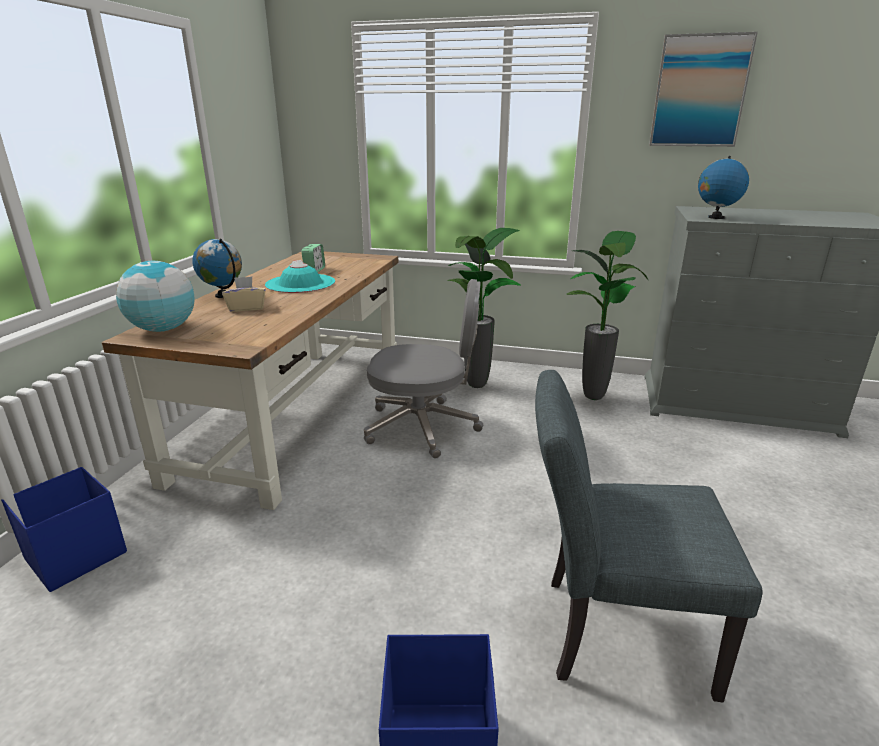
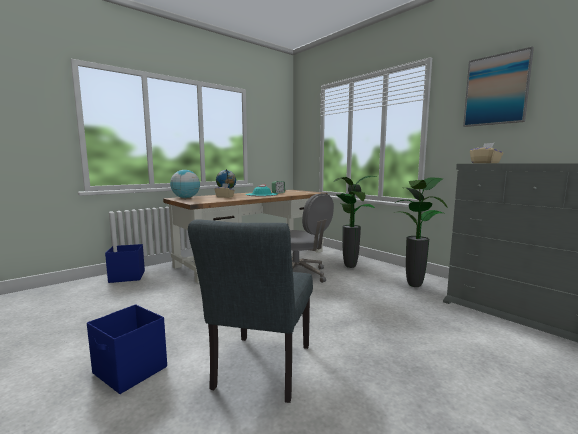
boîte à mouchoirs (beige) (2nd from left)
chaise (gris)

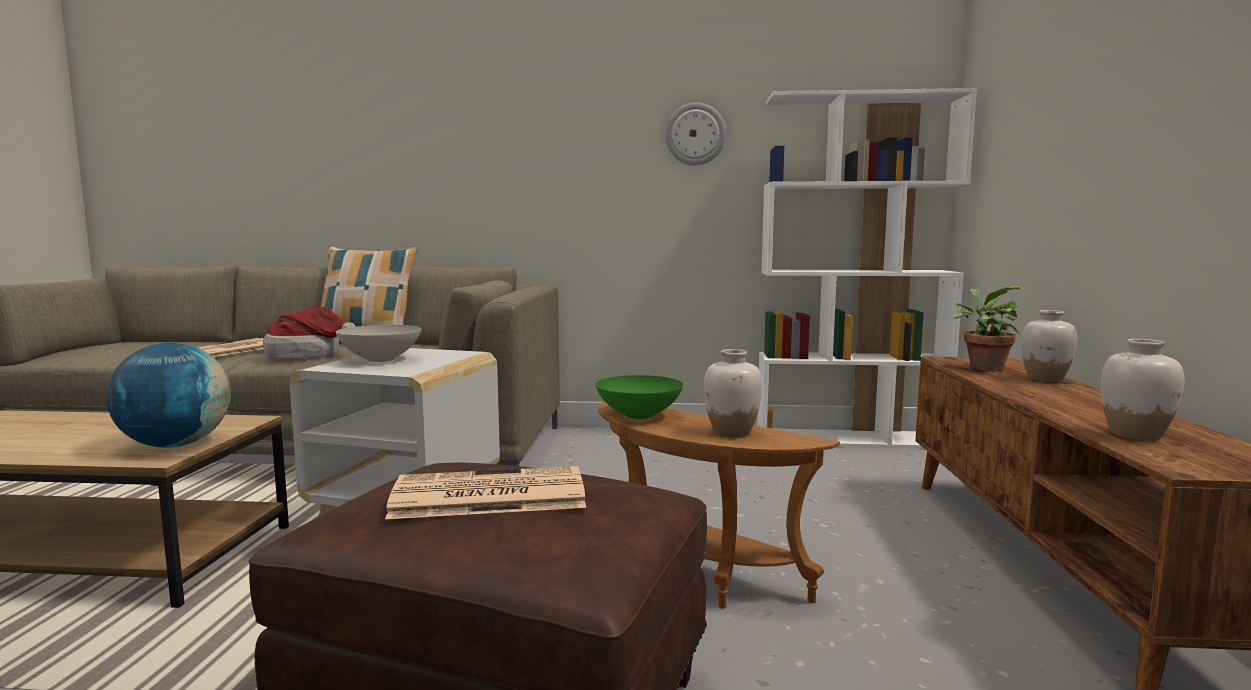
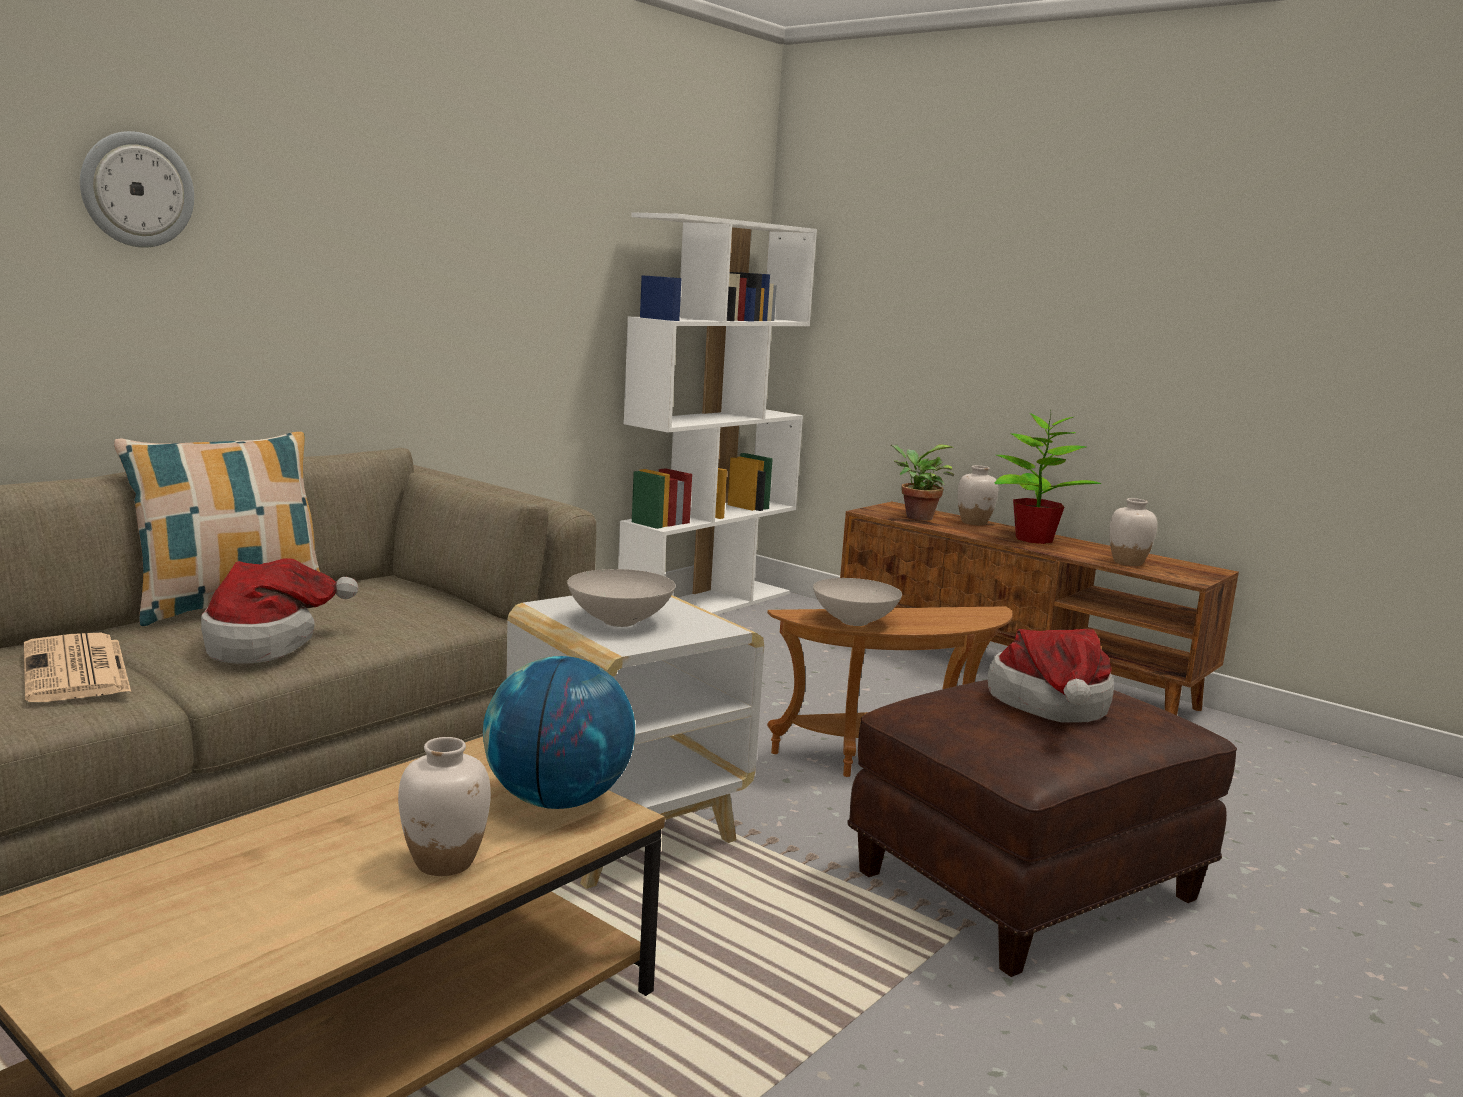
plante en pot (2nd from left)
horloge murale
vase (blanc) (1st from left)
chapeau (2nd from left)
bol (blanc) (2nd from left)

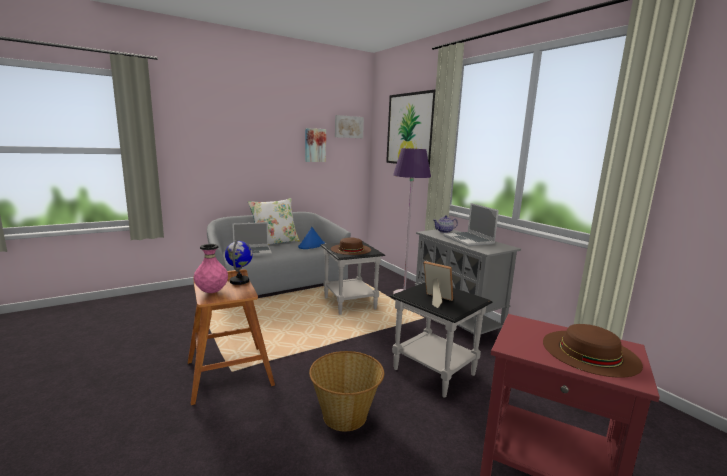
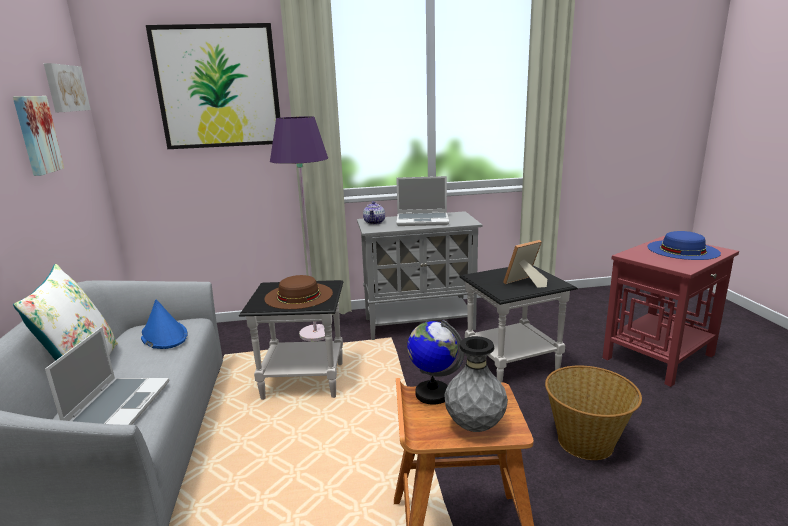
vase (gris)
chapeau (bleu) (2nd from left)

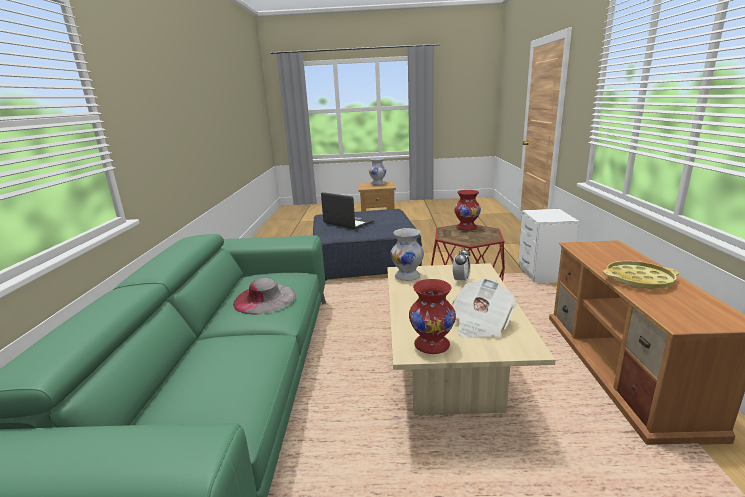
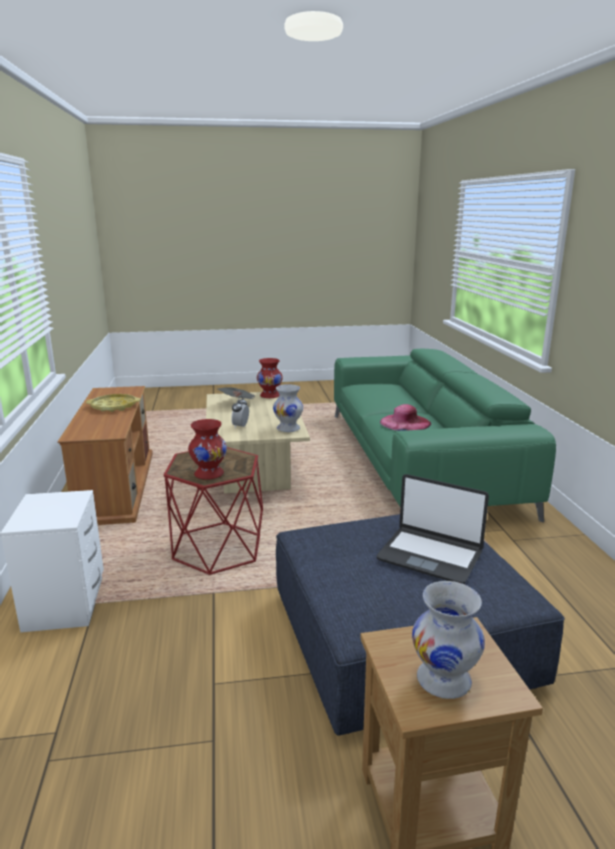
chapeau (rose)

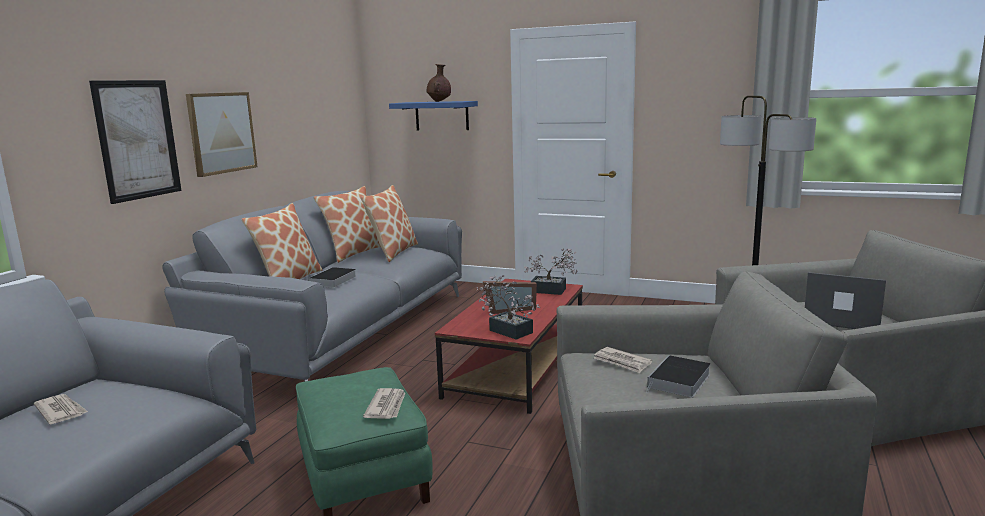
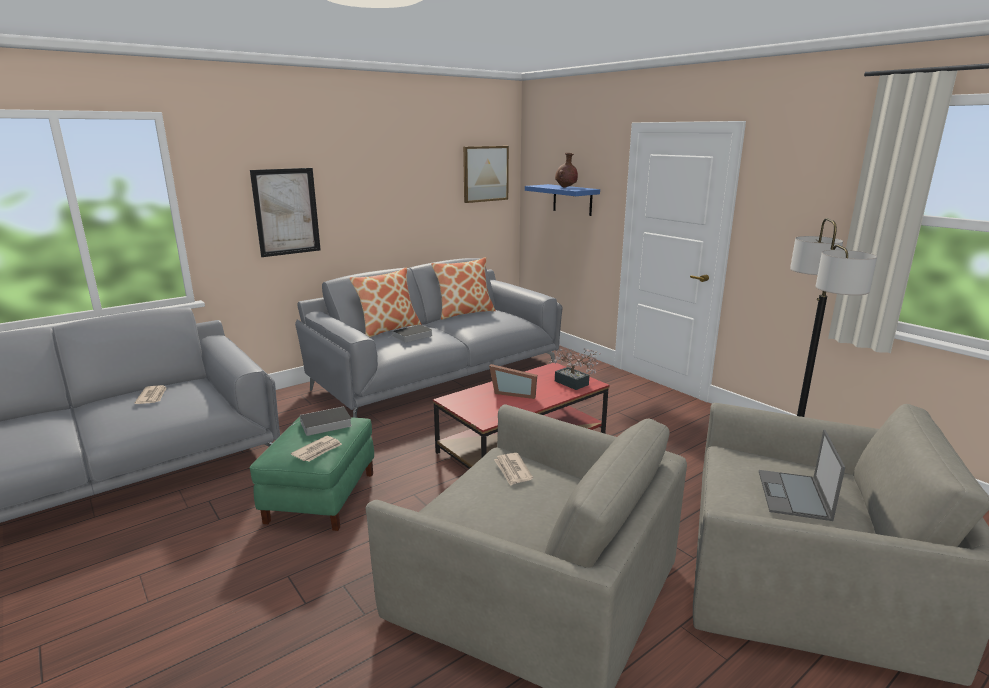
coussin (3rd from left in the first image)
plante en pot (1st from left in the first image)
tableau (2nd from left)
livre (1st from left)
ordinateur portable

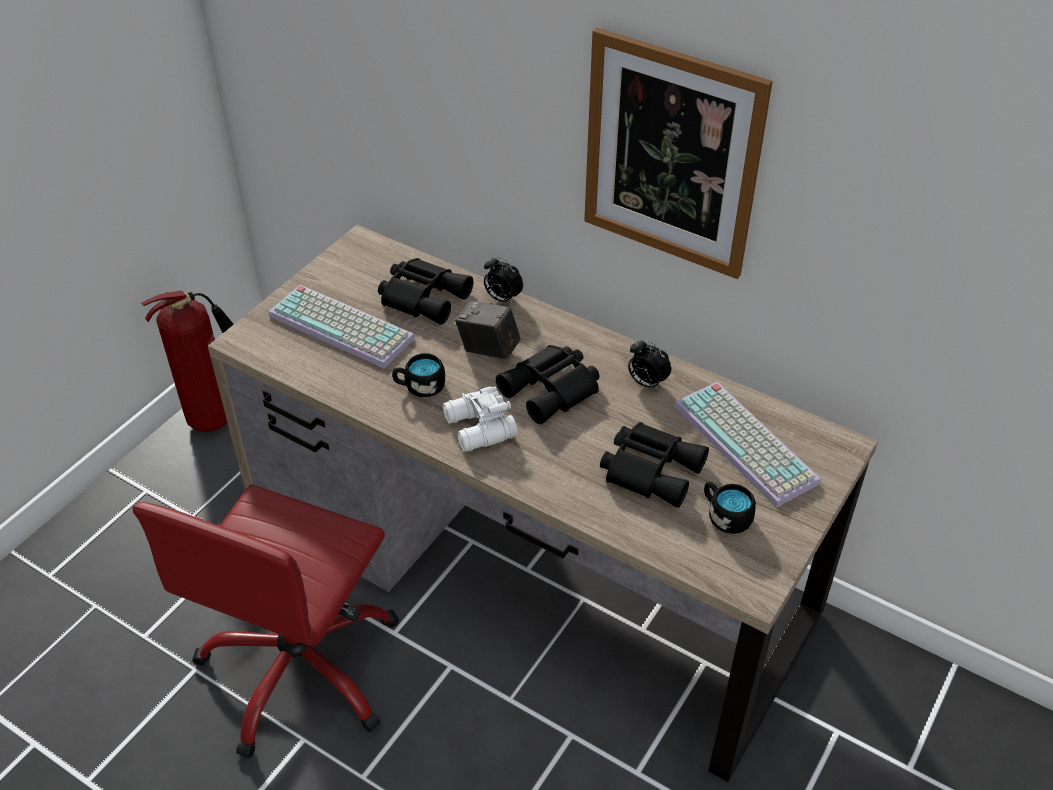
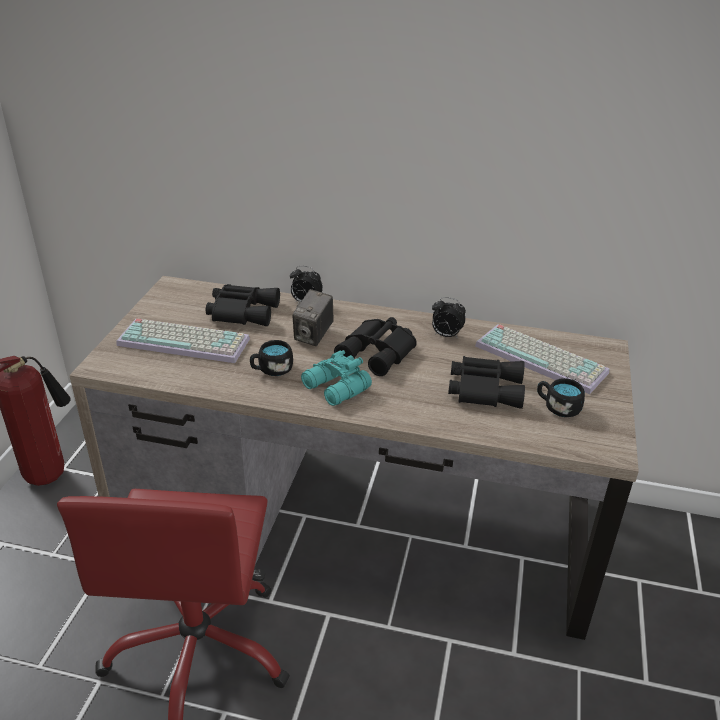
tableau
jumelles (turquoise)
appareil photo

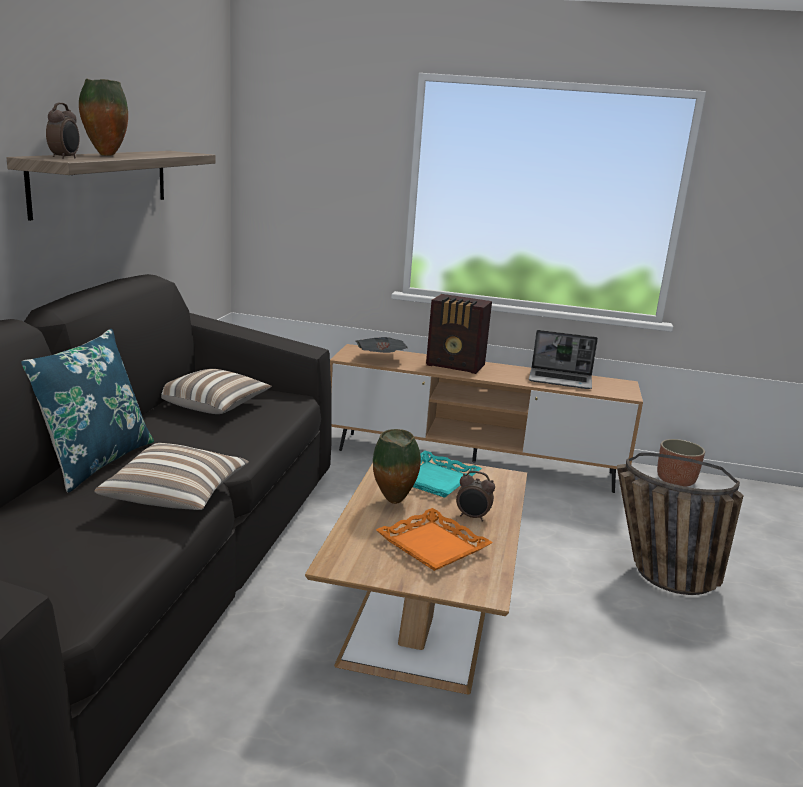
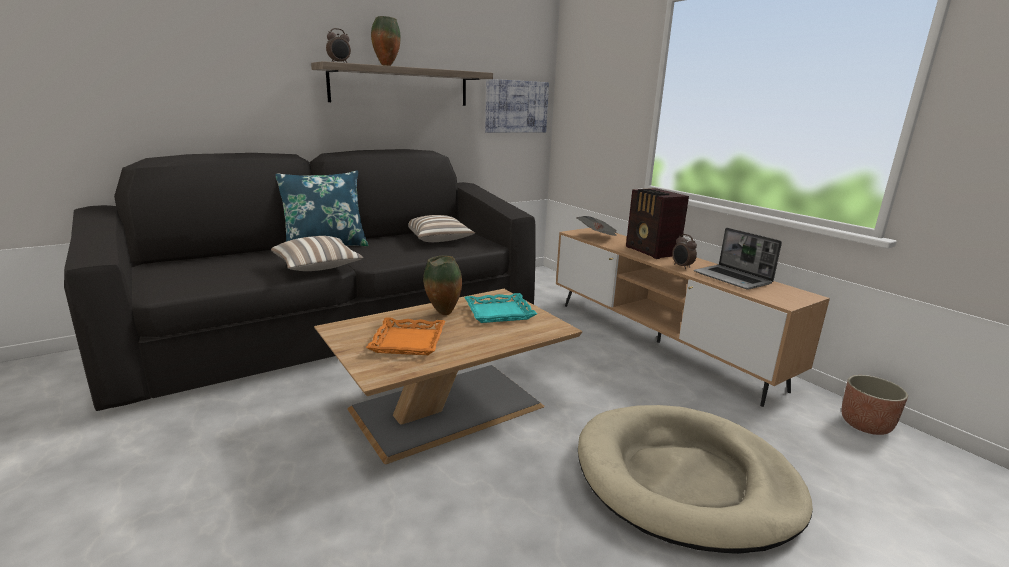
tableau
réveil (2nd from left)
panier pour chien (beige)

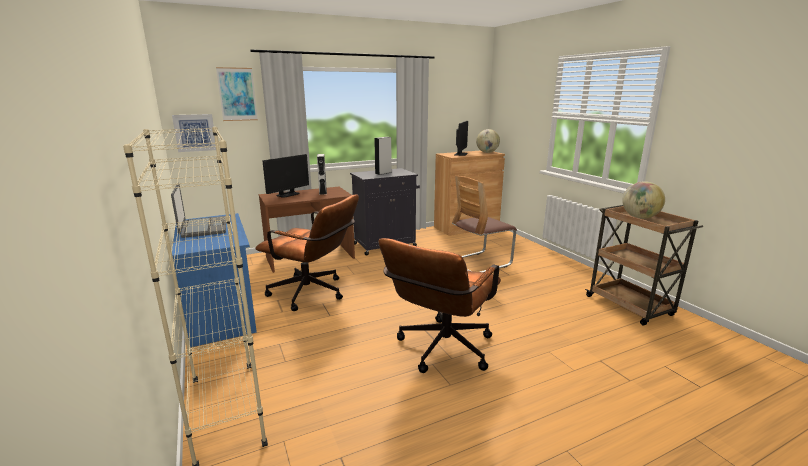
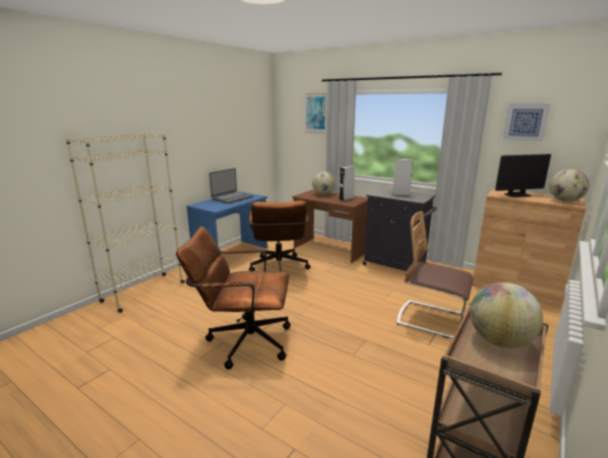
tableau (2nd from left)
globe (1st from left)

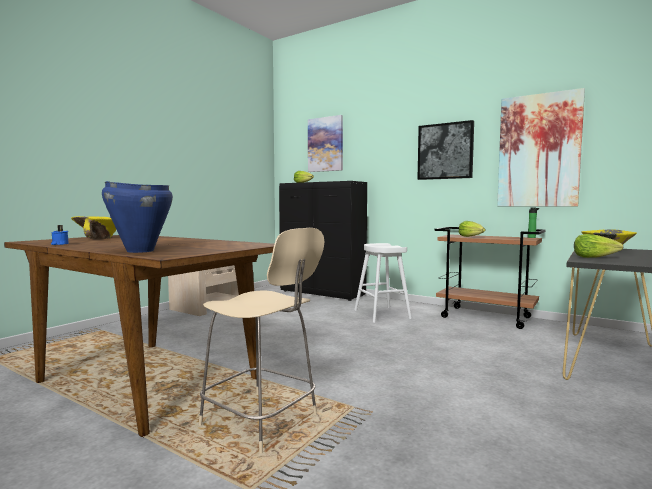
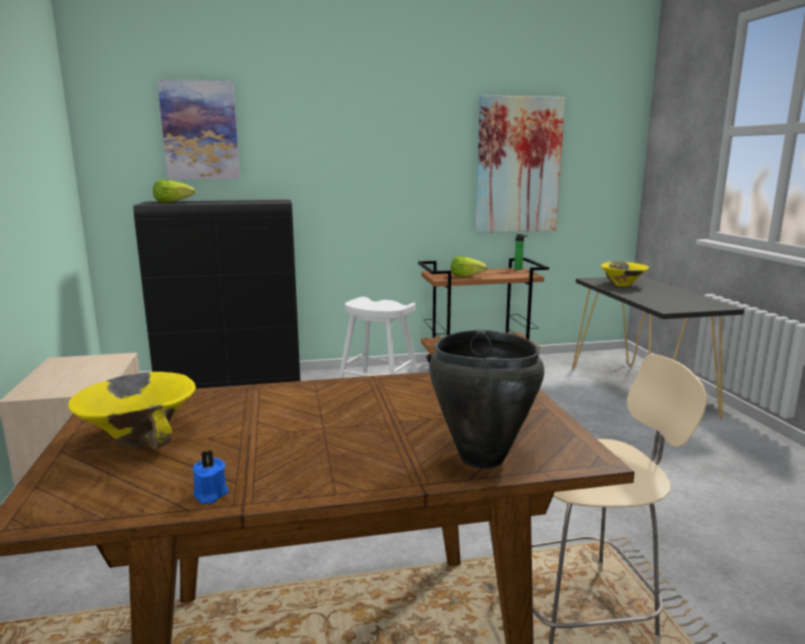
tableau (2nd from left in the first image)
laitue (3rd from left in the first image)
marmite (noir)

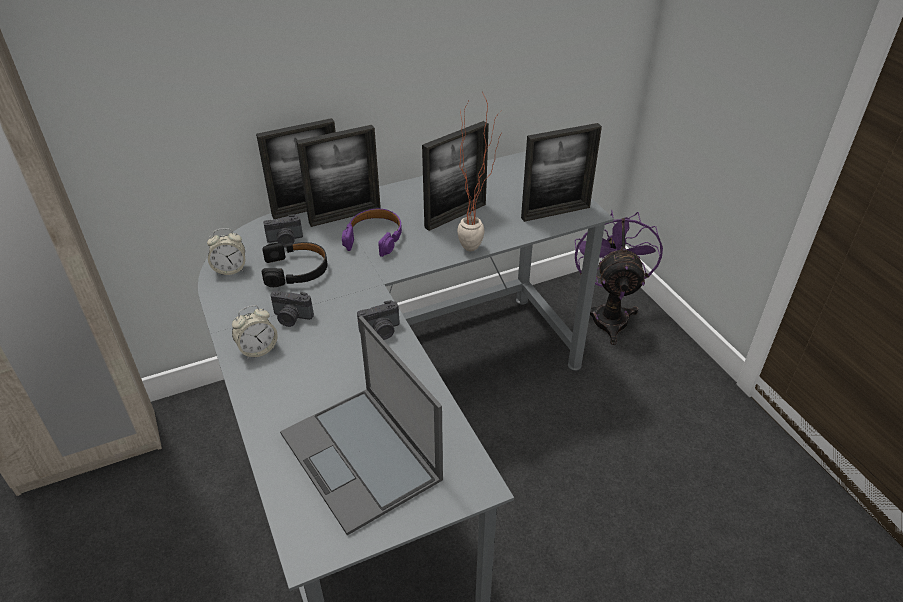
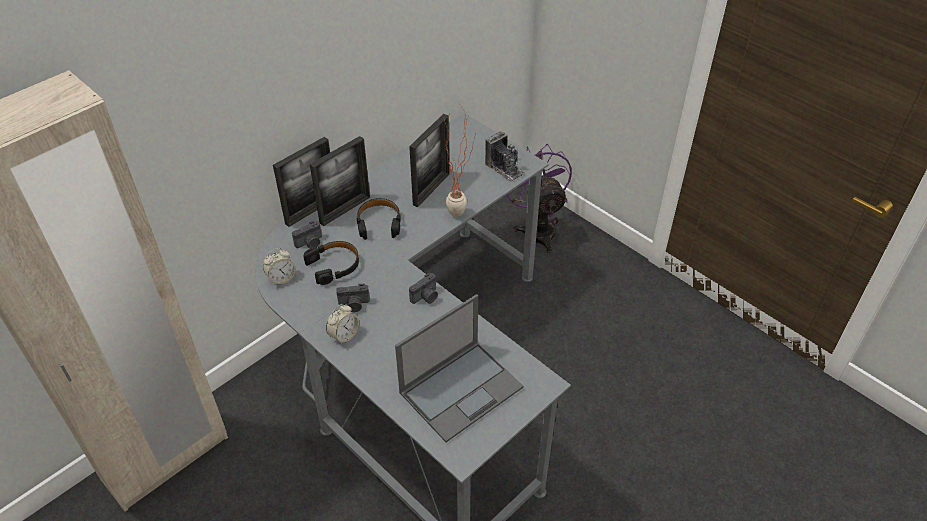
appareil photo (4th from left)
casque audio (noir) (2nd from left)
ordinateur portable

